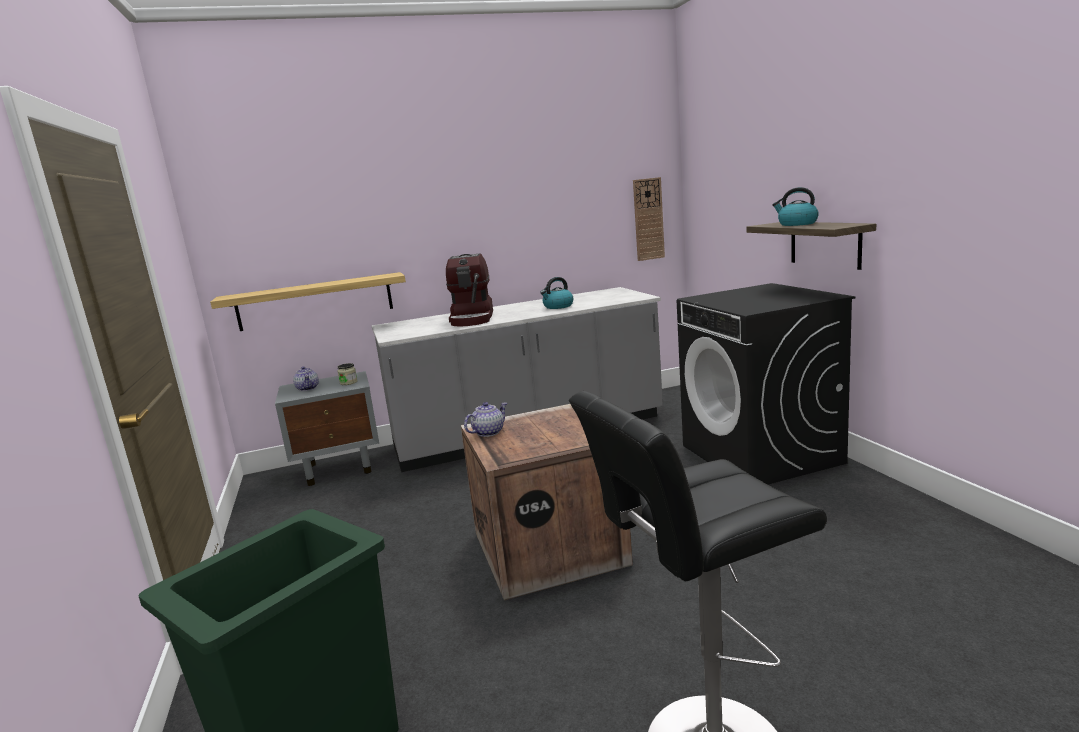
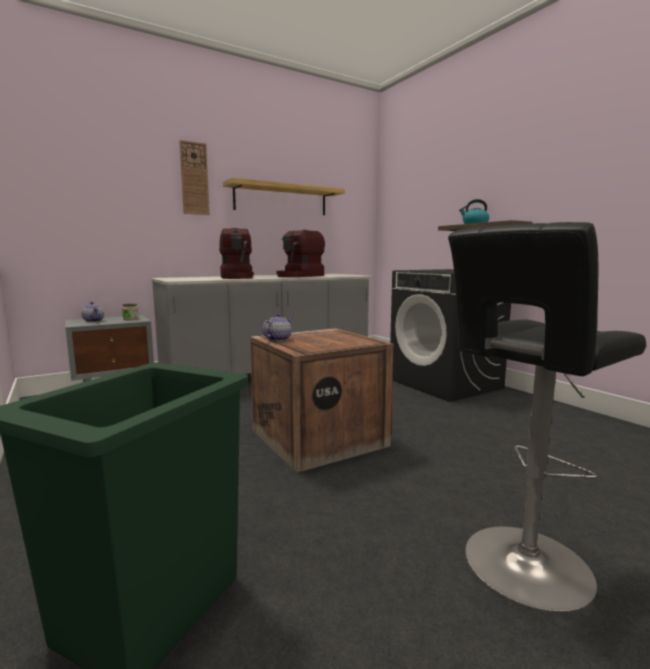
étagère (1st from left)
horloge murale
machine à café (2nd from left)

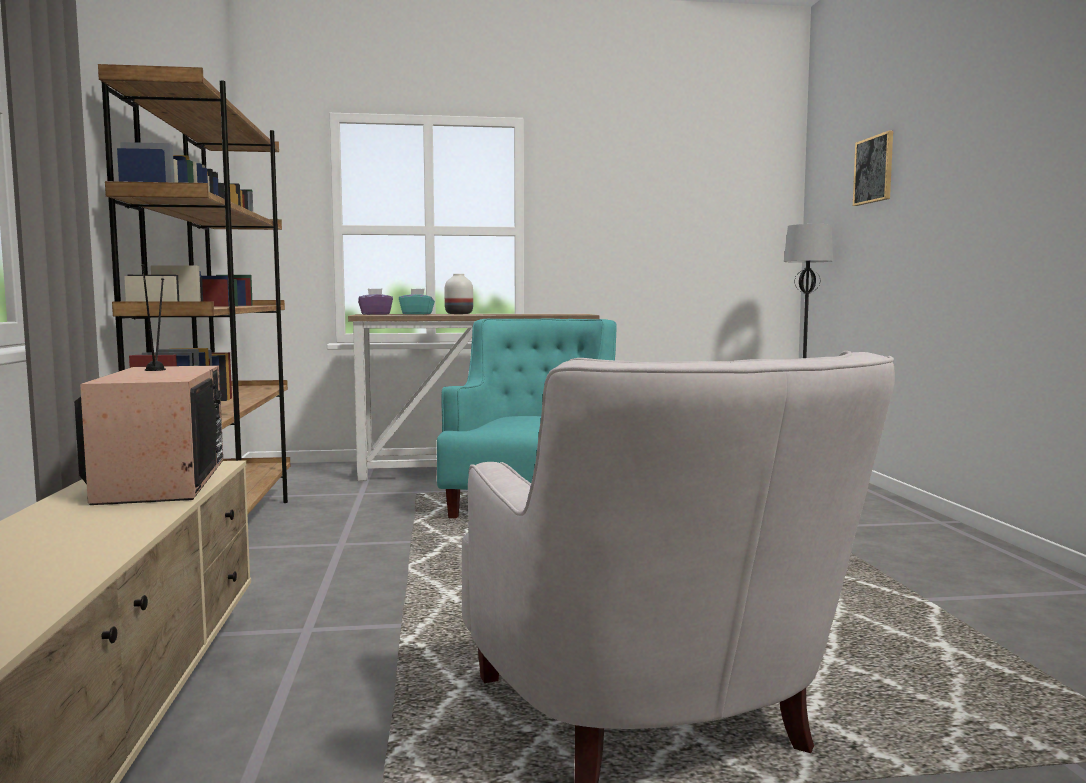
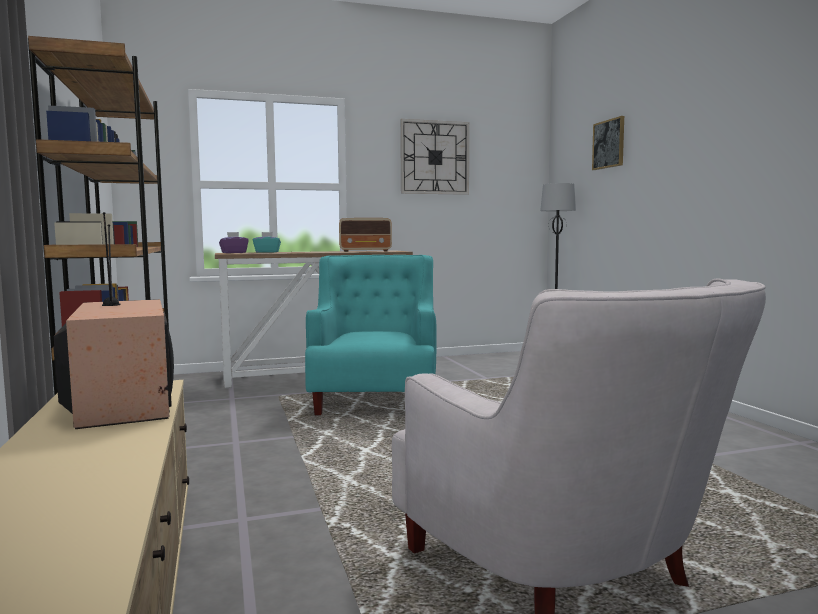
vase (blanc)
radio
horloge murale

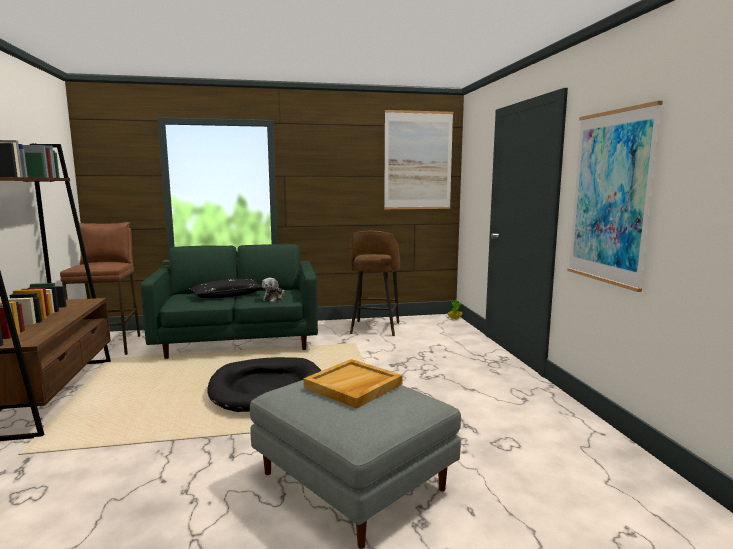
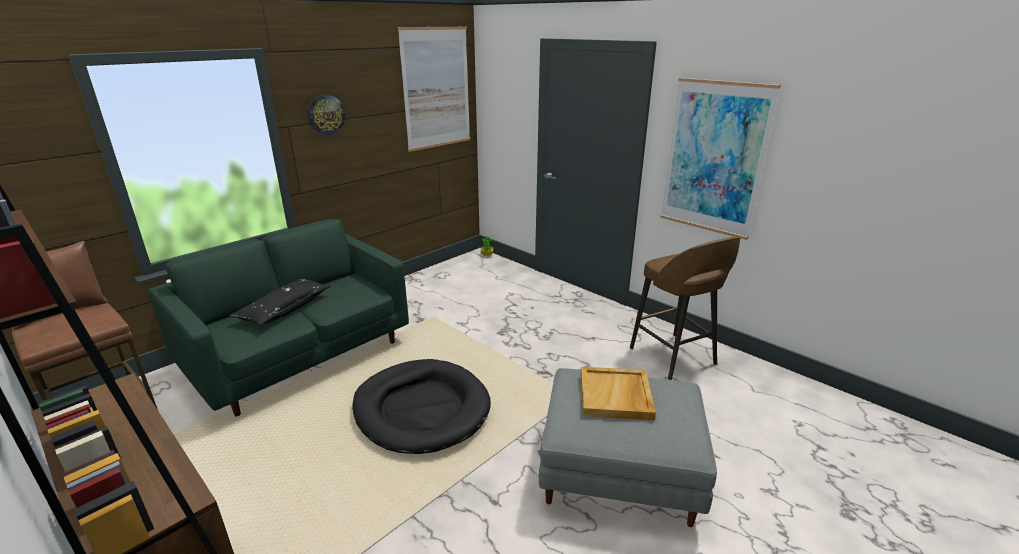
peluche
horloge murale
tabouret (marron) (2nd from left)

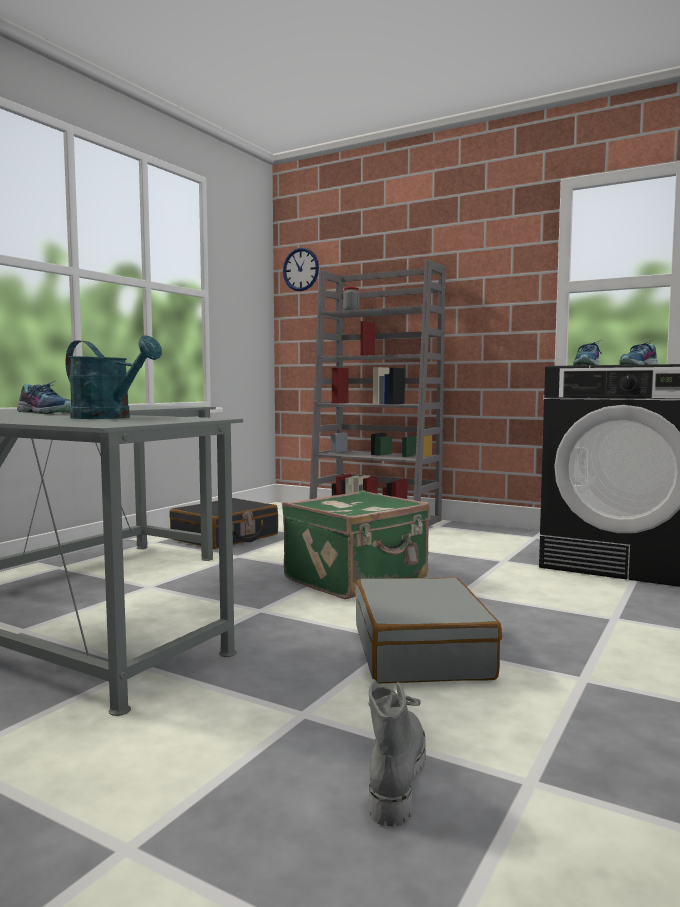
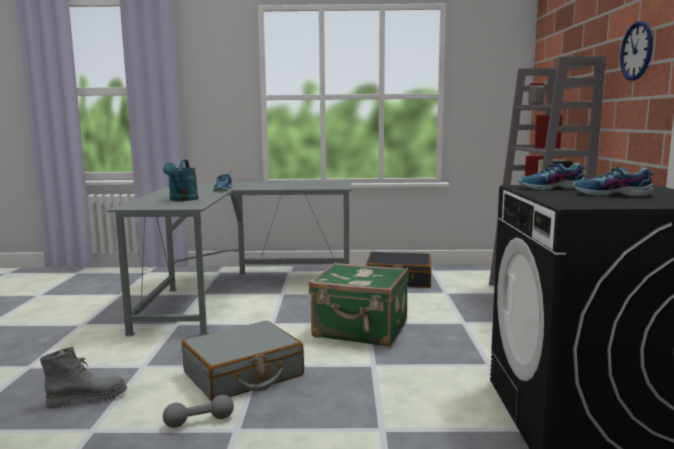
haltère (gris)
horloge murale

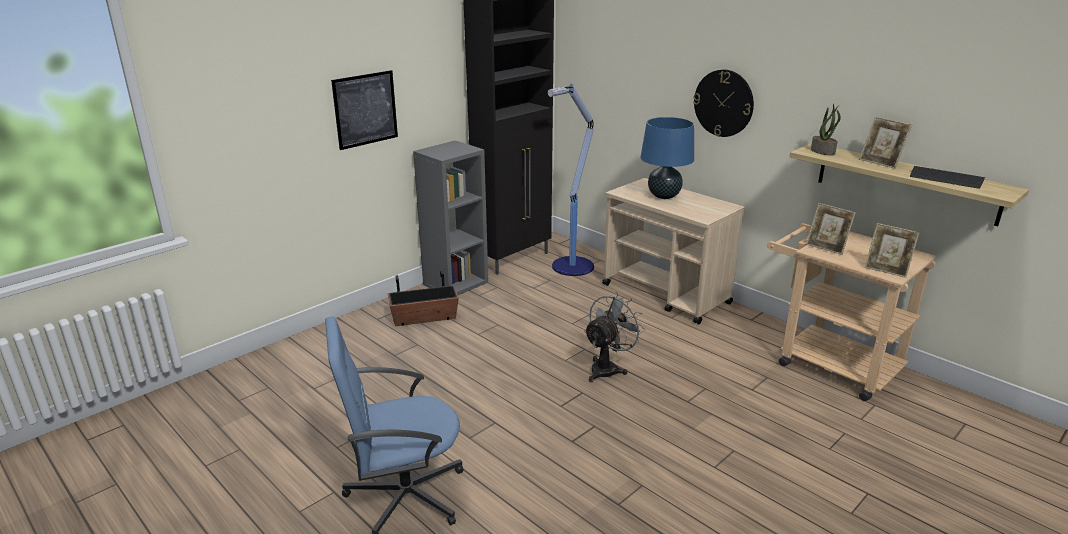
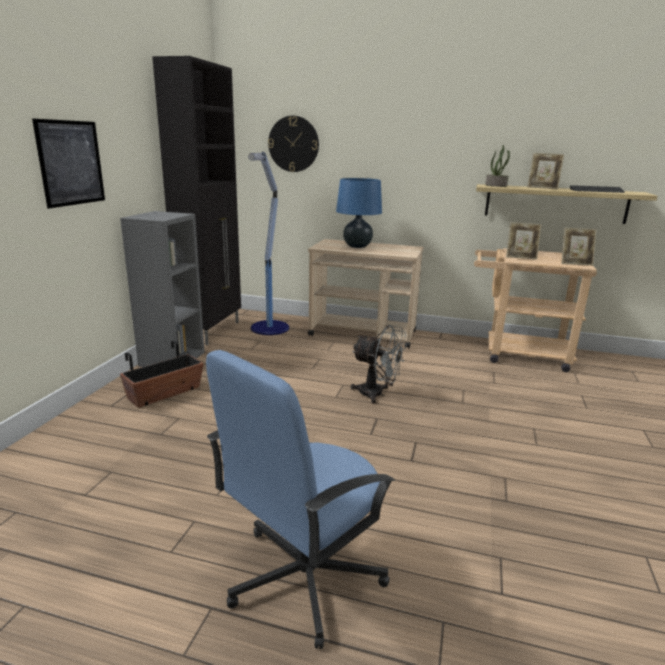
horloge murale
ventilateur (gris)

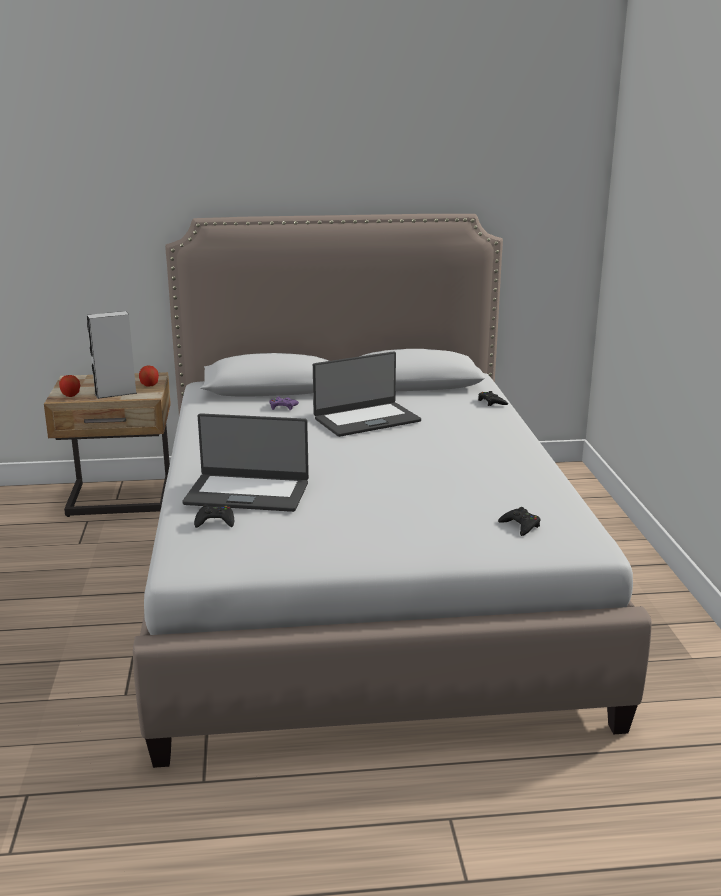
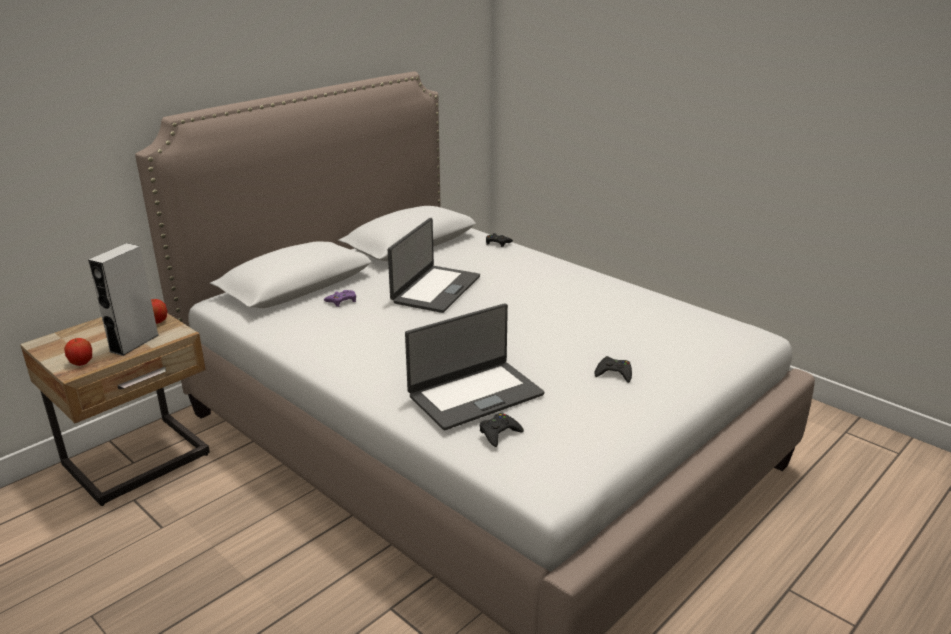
manette (noir) (3rd from left)

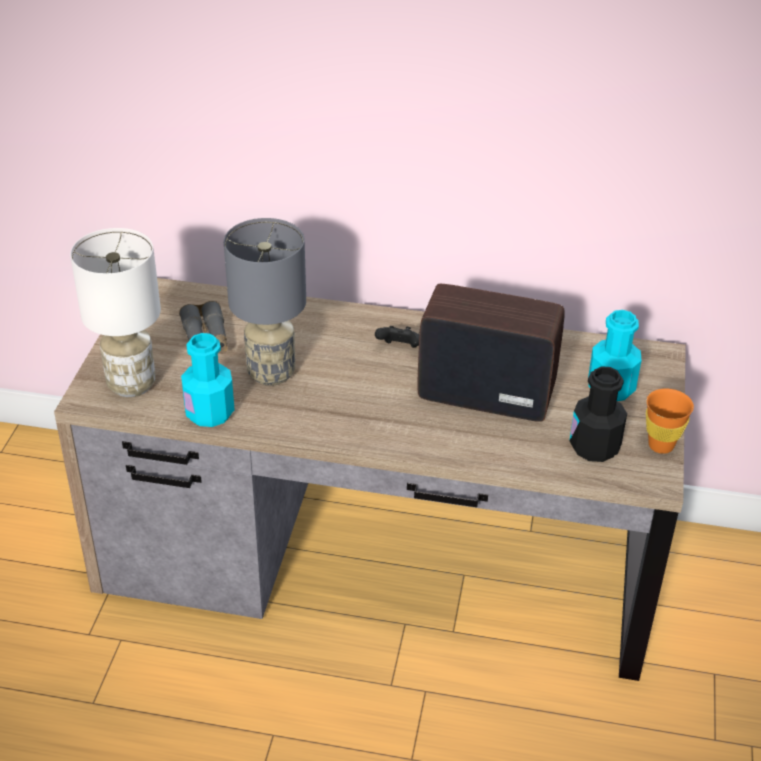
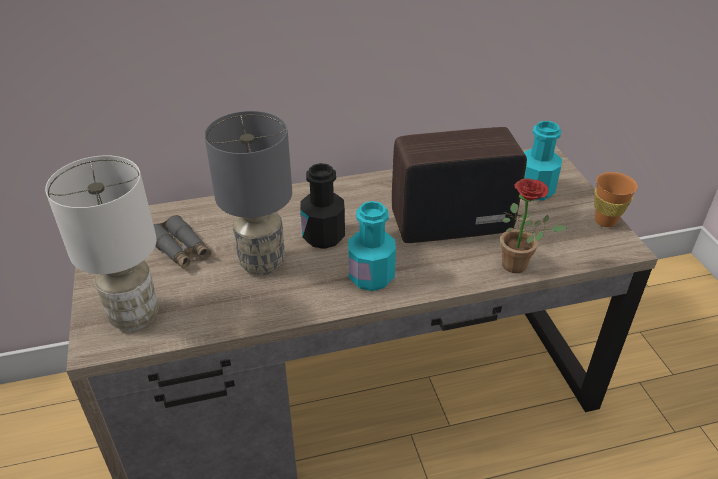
manette (noir)
plante en pot
bouteille (turquoise) (1st from left)
bouteille (noir)

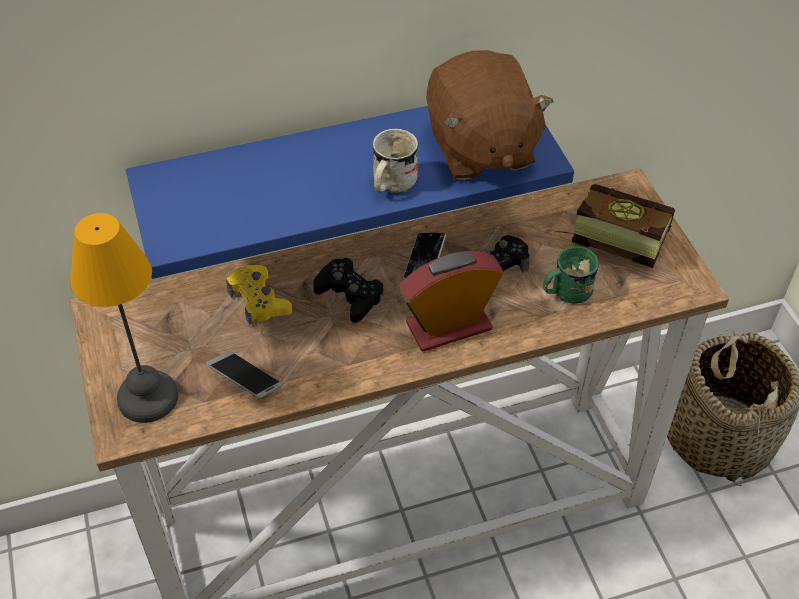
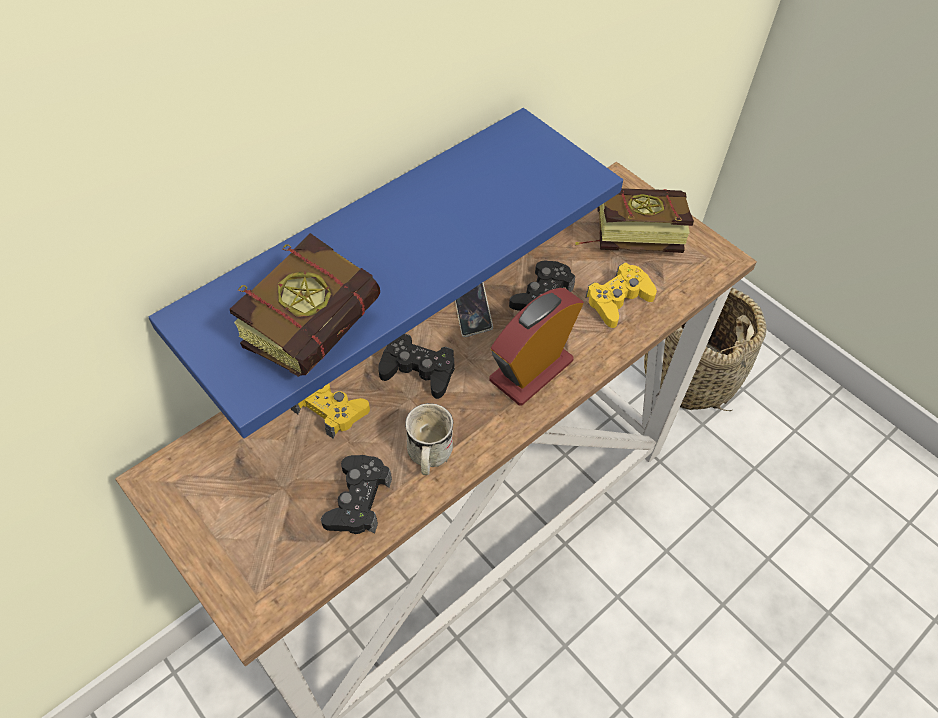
lampe de table
peluche (marron)
livre (1st from left)
mug (blanc)
manette (noir) (1st from left)
manette (jaune) (2nd from left)

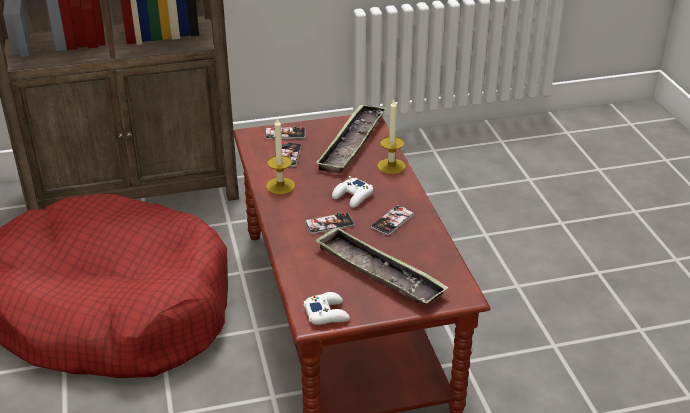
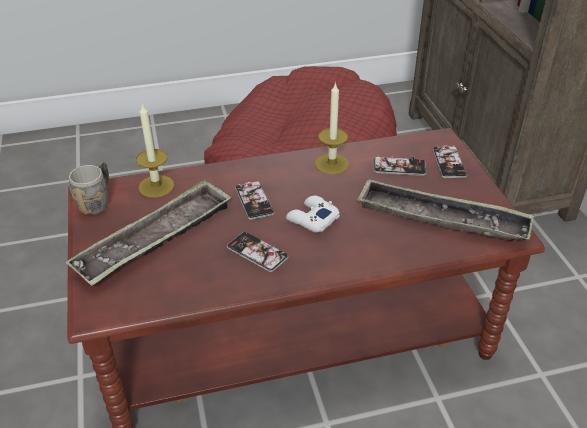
bougie (1st from left)
mug (gris)

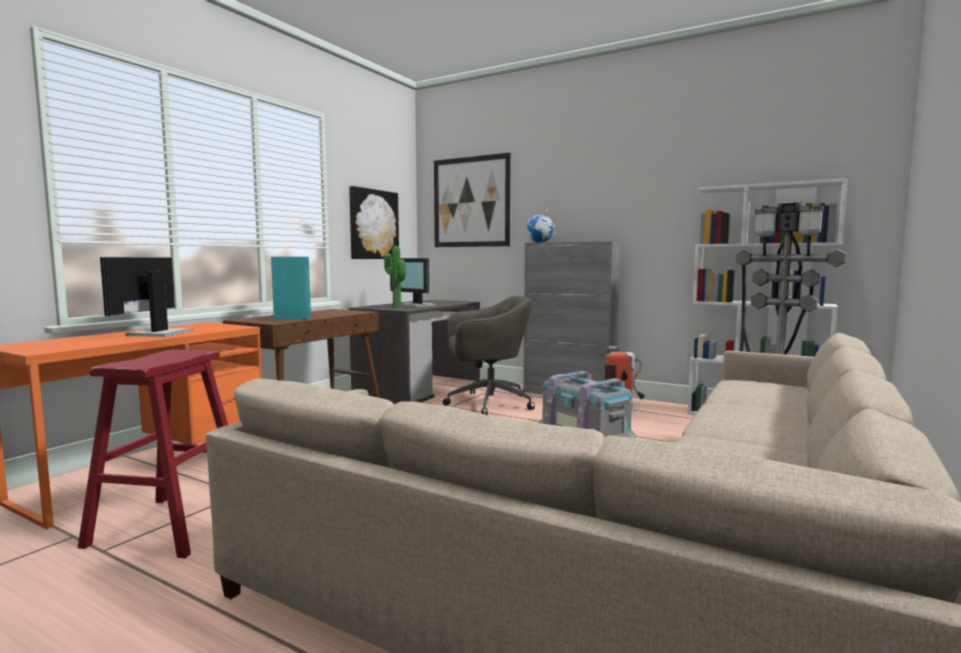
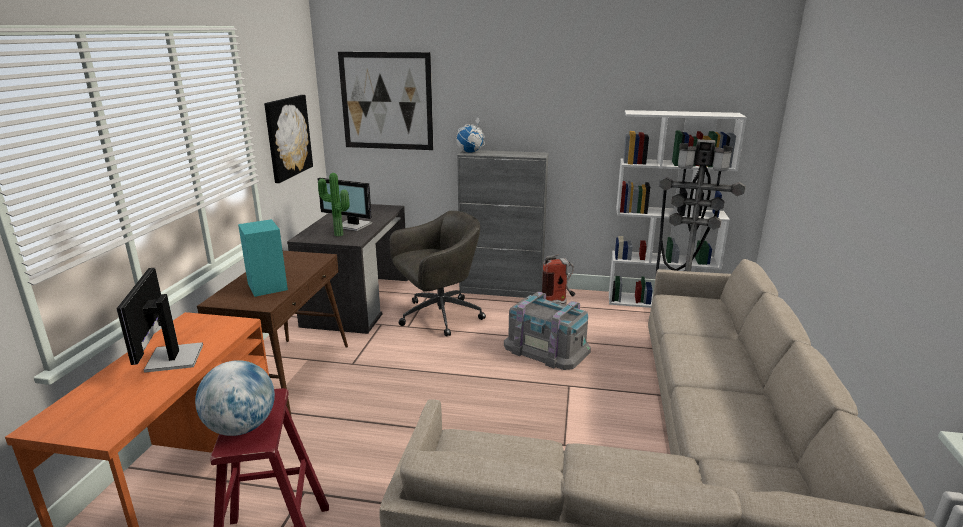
globe (1st from left)

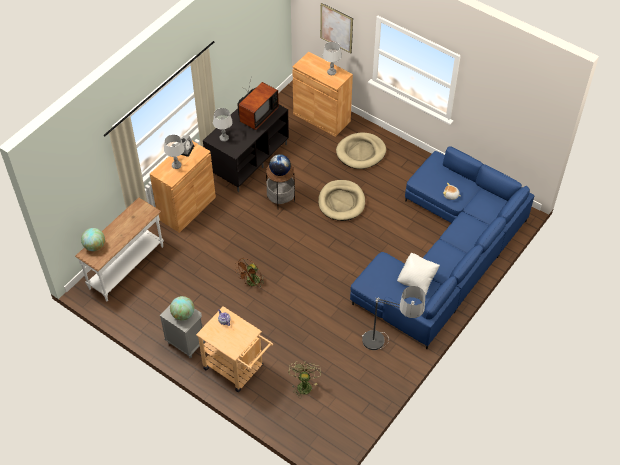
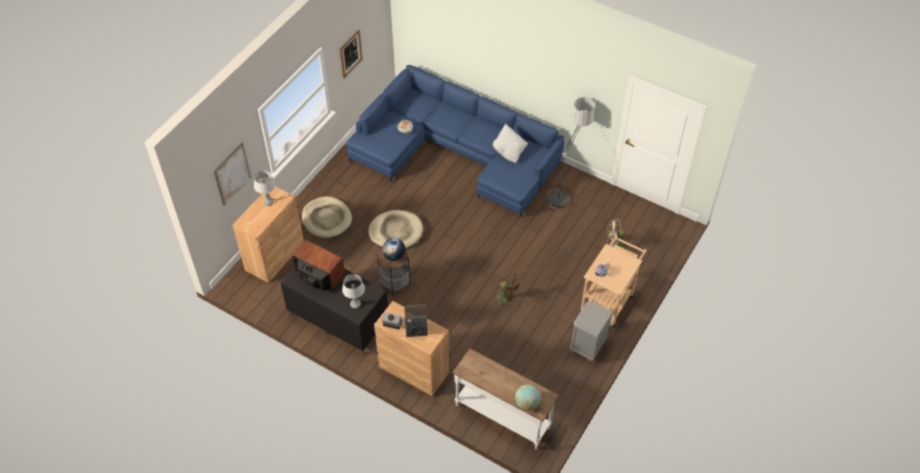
globe (2nd from left in the first image)
tableau (2nd from left)
enceinte

